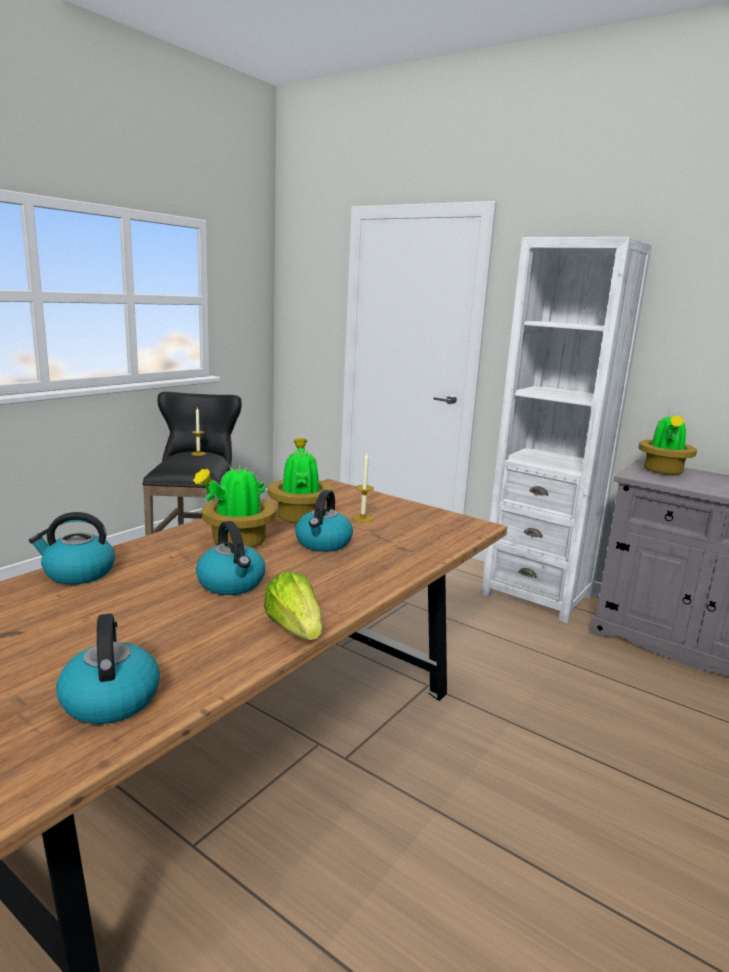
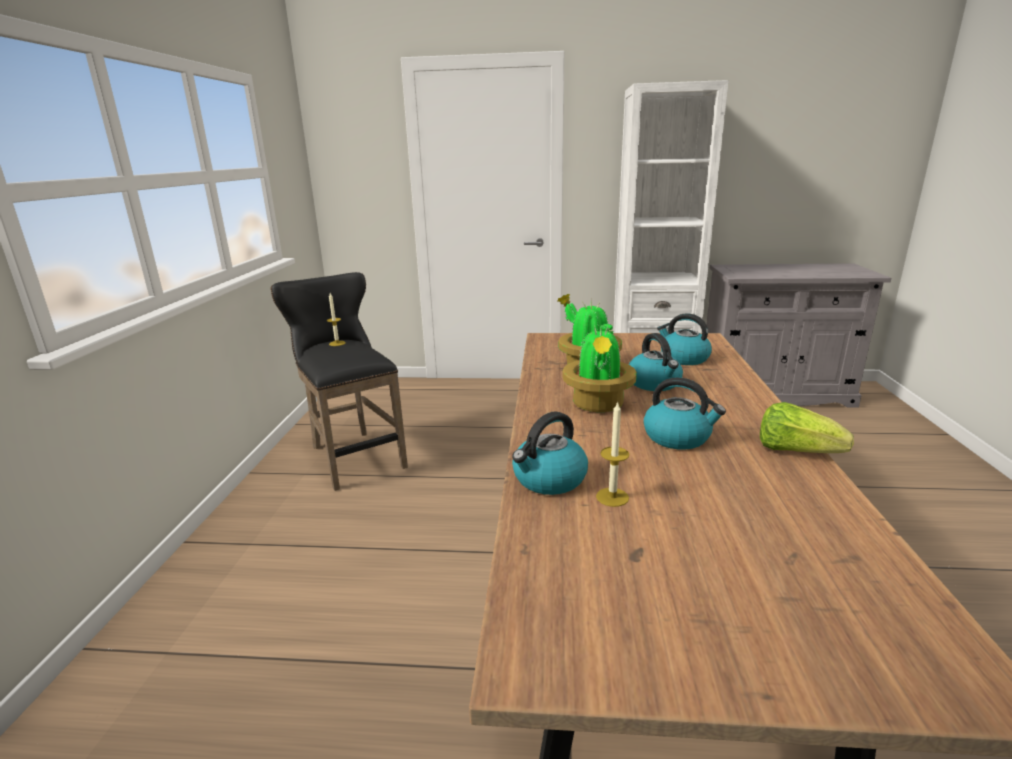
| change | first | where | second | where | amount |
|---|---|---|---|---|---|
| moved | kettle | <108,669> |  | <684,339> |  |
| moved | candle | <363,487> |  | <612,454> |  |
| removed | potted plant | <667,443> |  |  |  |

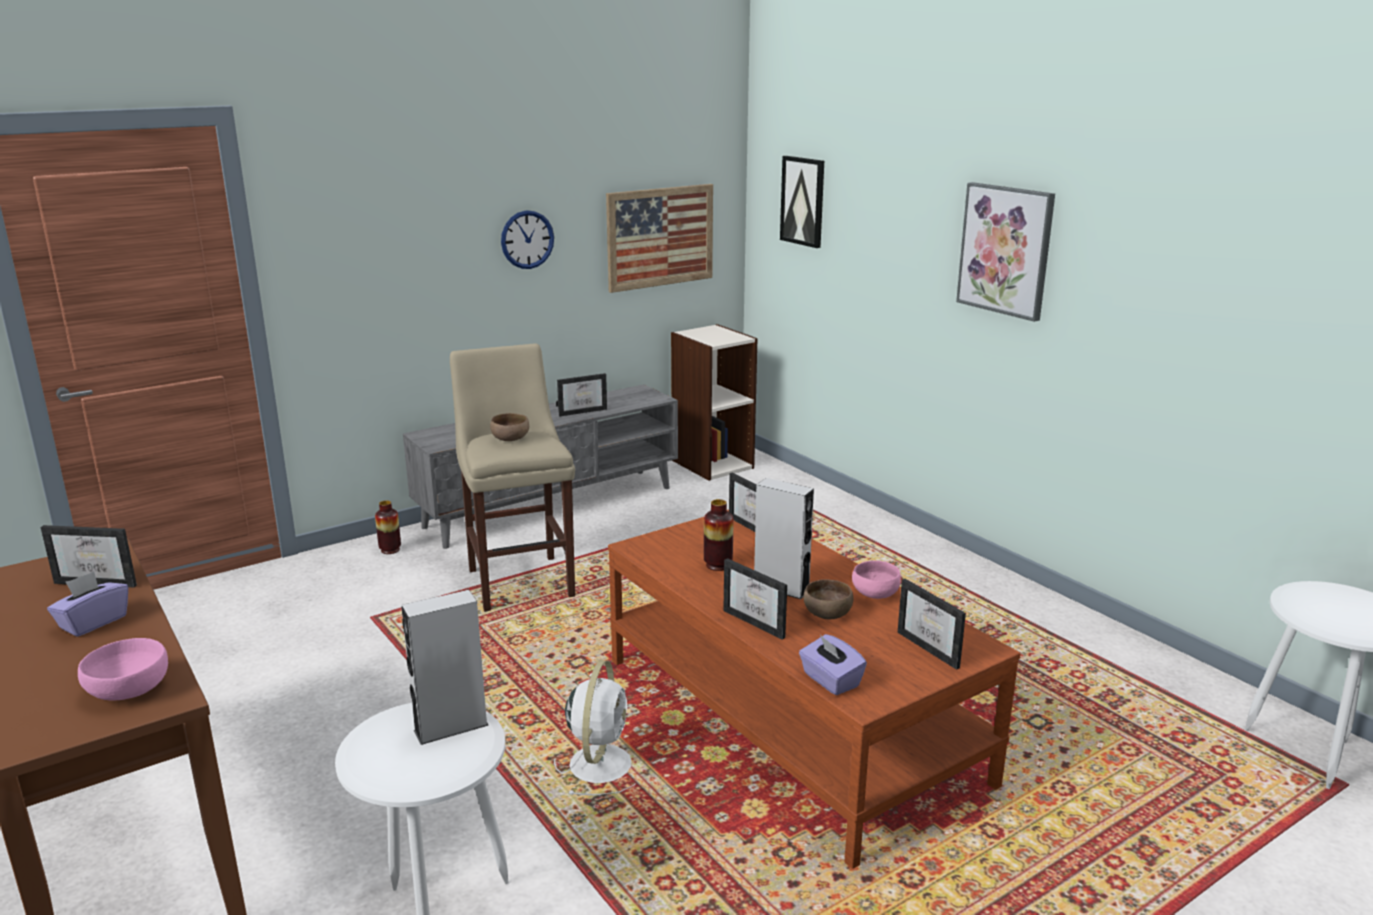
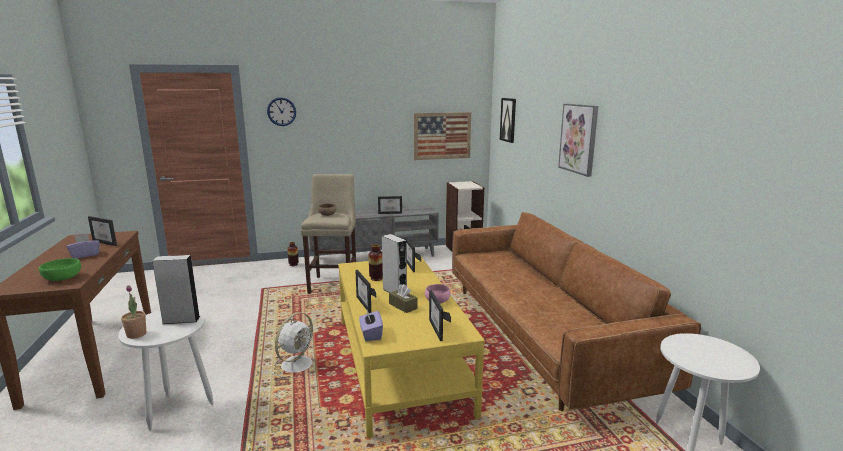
| change | first | where | second | where | amount |
|---|---|---|---|---|---|
| recoloured | bowl/pink | <123,669> | bowl/green | <60,269> |  |
| moved | wall clock | <527,239> |  | <281,111> |  |
| recoloured | coffee table/brown | <814,689> | coffee table/yellow | <411,348> |  |
| replaced | bowl/brown | <828,599> | tissue box/brown | <403,298> |  |
| added |  |  | potted plant | <133,312> |  |
| added |  |  | sofa/brown | <576,311> |  |

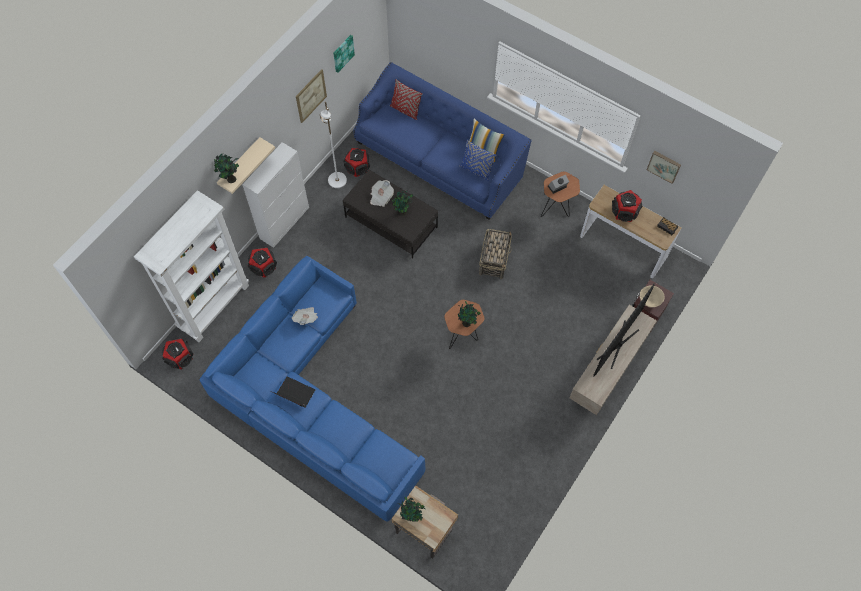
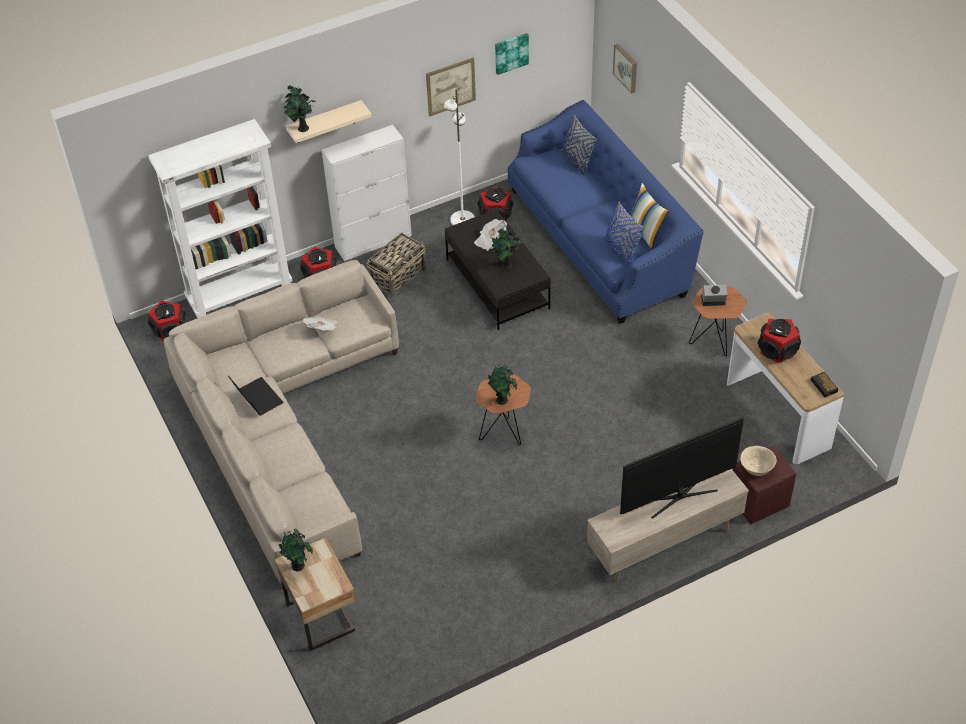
| change | first | where | second | where | amount |
|---|---|---|---|---|---|
| recoloured | sofa/blue | <312,389> | sofa/beige | <281,422> |  |
| recoloured | pillow/red | <406,99> | pillow/blue | <579,145> |  |
| moved | basket | <495,254> |  | <396,265> |  |
| moved | picture | <664,167> |  | <625,69> |  |

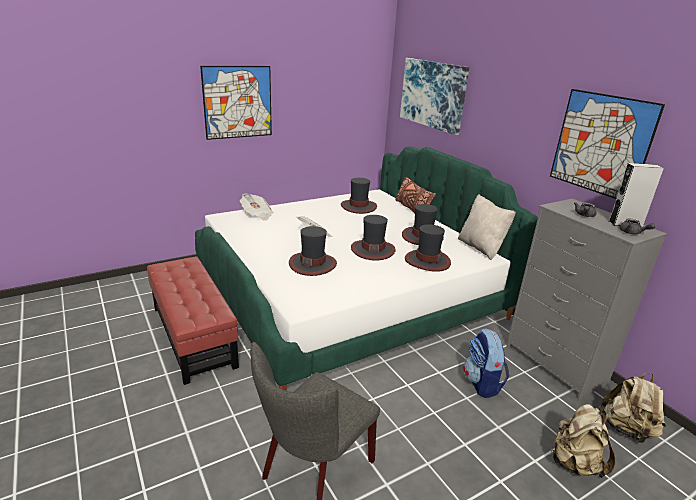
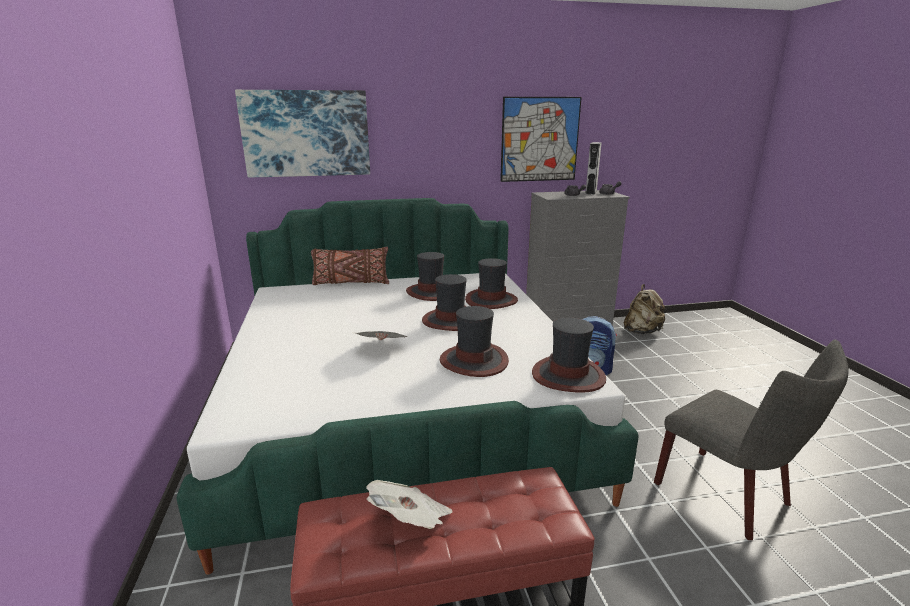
| change | first | where | second | where | amount |
|---|---|---|---|---|---|
| removed | picture | <236,103> |  |  |  |
| moved | newspaper | <257,207> |  | <409,504> |  |
| moved | hat | <359,196> |  | <569,355> |  |
| removed | pillow/beige | <487,227> |  |  |  |
| removed | backpack/beige | <582,441> |  |  |  |

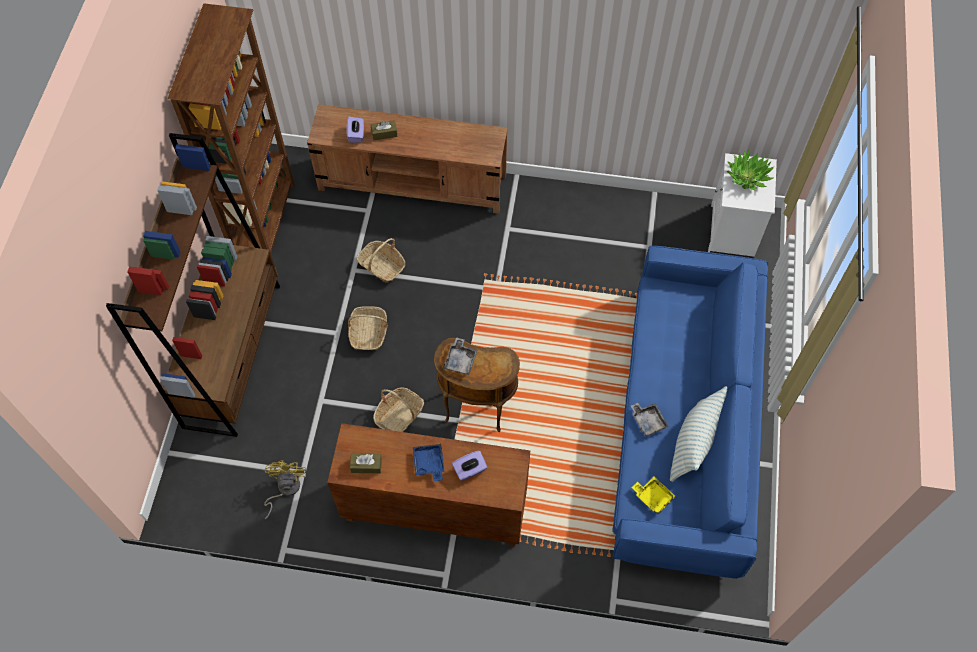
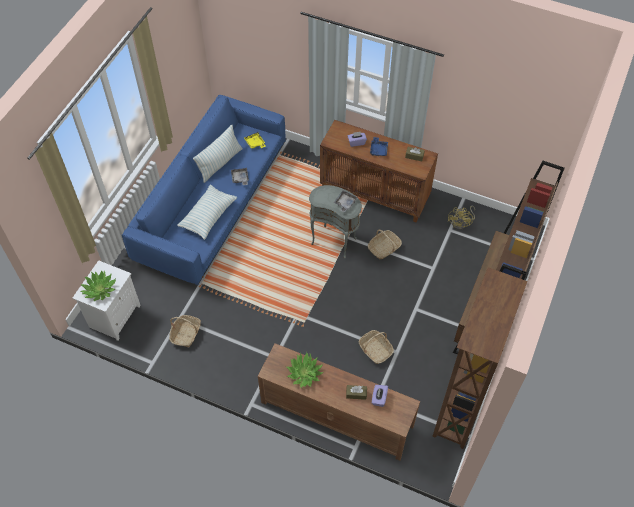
| change | first | where | second | where | amount |
|---|---|---|---|---|---|
| moved | basket | <368,328> |  | <185,331> |  |
| recoloured | side table/brown | <477,385> | side table/grey | <335,222> |  |
| added |  |  | pillow | <207,212> |  |
| added |  |  | potted plant | <305,370> |  |

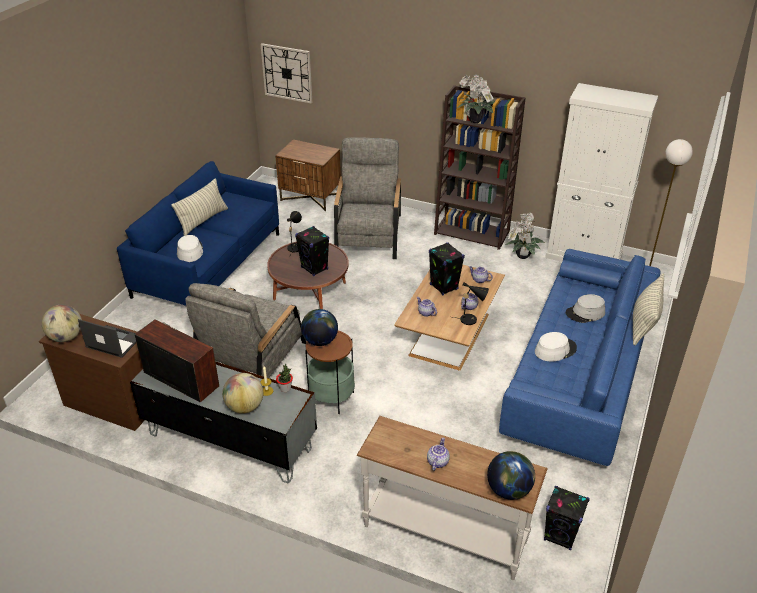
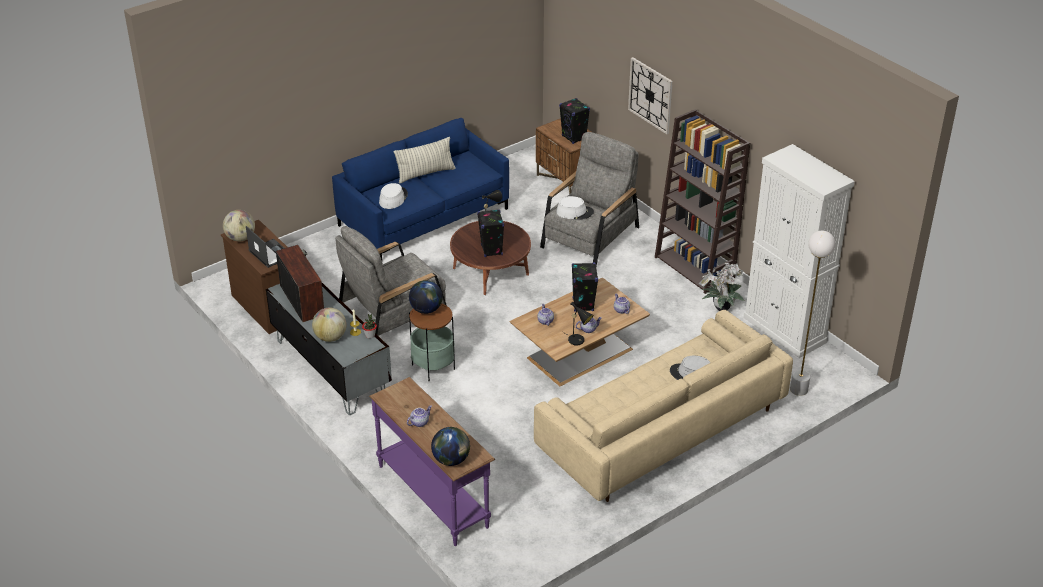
| change | first | where | second | where | amount |
|---|---|---|---|---|---|
| moved | wall clock | <286,73> |  | <650,95> |  |
| recoloured | console table/white | <452,498> | console table/purple | <432,461> |  |
| removed | potted plant | <476,99> |  |  |  |
| recoloured | sofa/blue | <580,357> | sofa/beige | <663,406> |  |
| moved | hat/white | <556,346> |  | <575,208> |  |
| moved | speaker/black | <567,518> |  | <574,121> |  |
| removed | pillow | <648,309> |  |  |  |

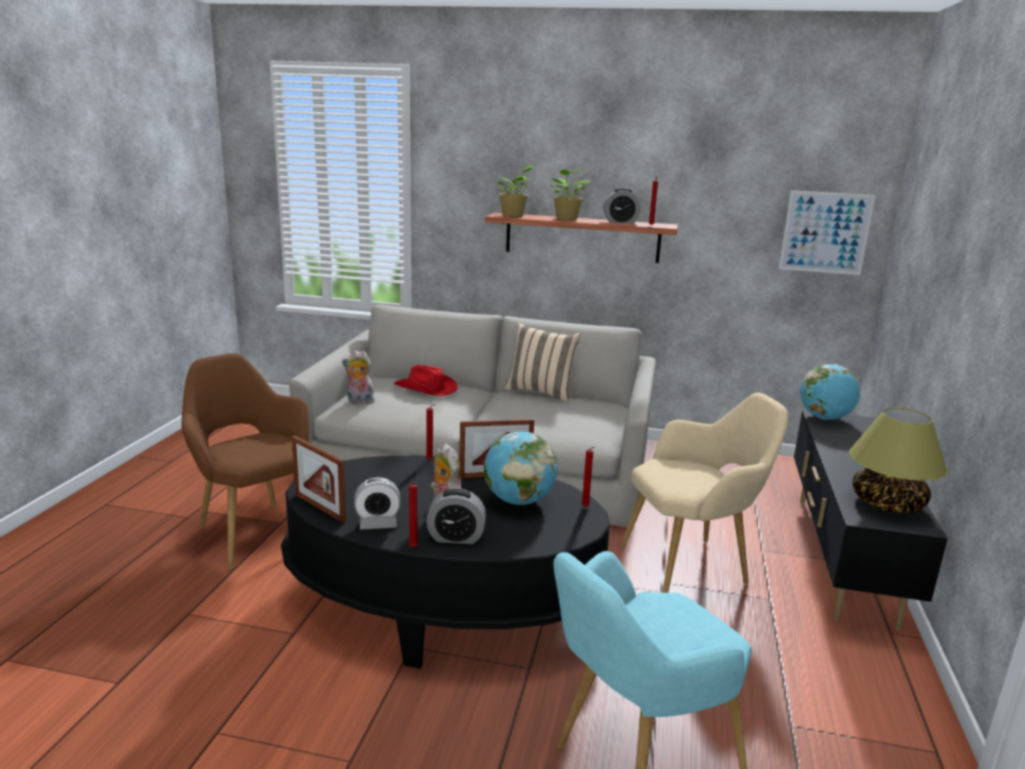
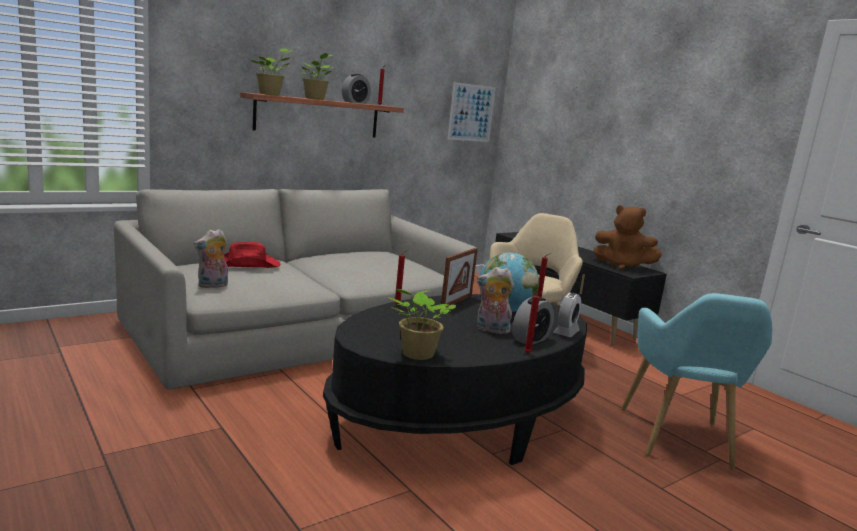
| change | first | where | second | where | amount |
|---|---|---|---|---|---|
| removed | armchair/brown | <245,461> |  |  |  |
| replaced | picture frame | <319,479> | potted plant | <421,324> |  |
| moved | alarm clock | <377,503> |  | <567,315> |  |
| removed | pillow/beige | <543,362> |  |  |  |
| removed | globe | <830,392> |  |  |  |
| replaced | table lamp | <898,460> | plush toy/brown | <627,237> |  |

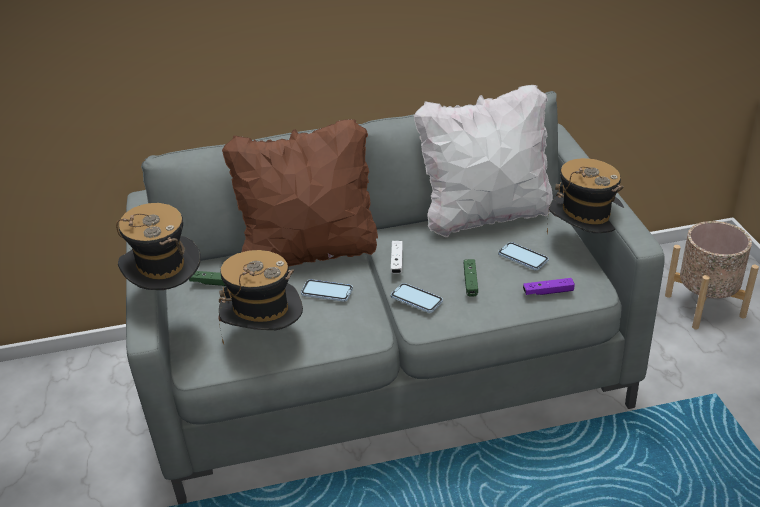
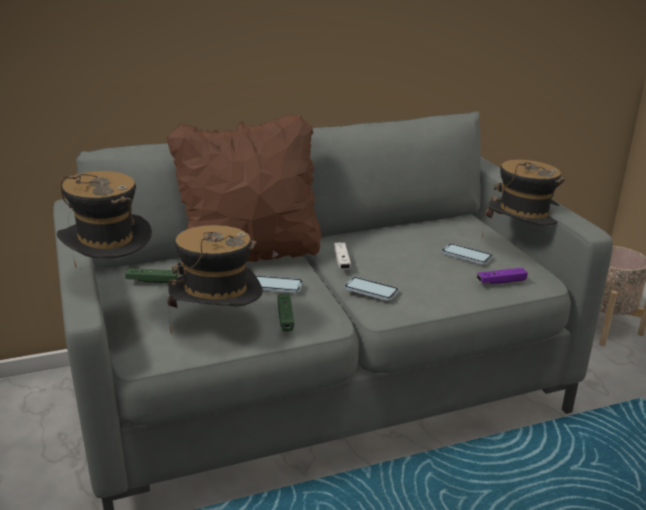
| change | first | where | second | where | amount |
|---|---|---|---|---|---|
| removed | pillow/white | <483,161> |  |  |  |
| moved | game controller/green | <471,278> |  | <285,313> |  |

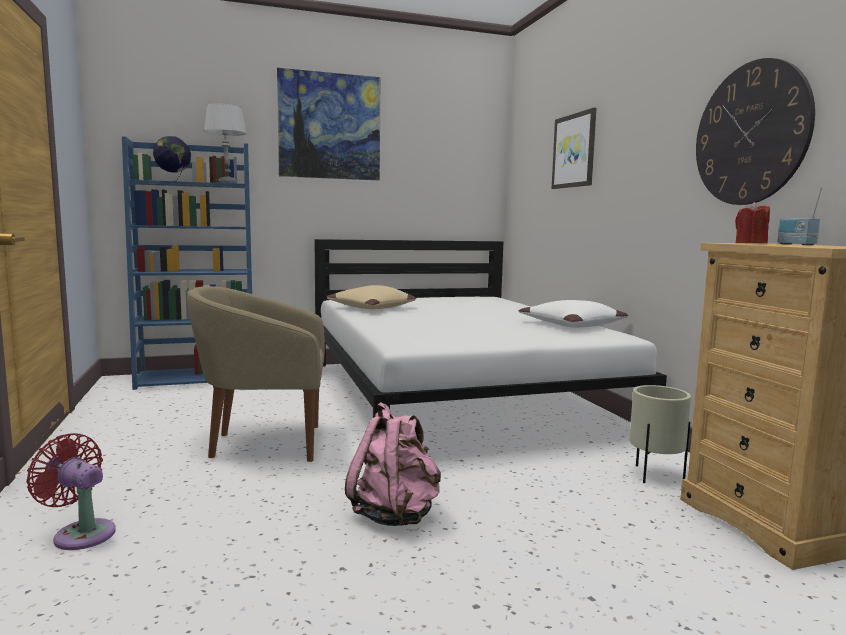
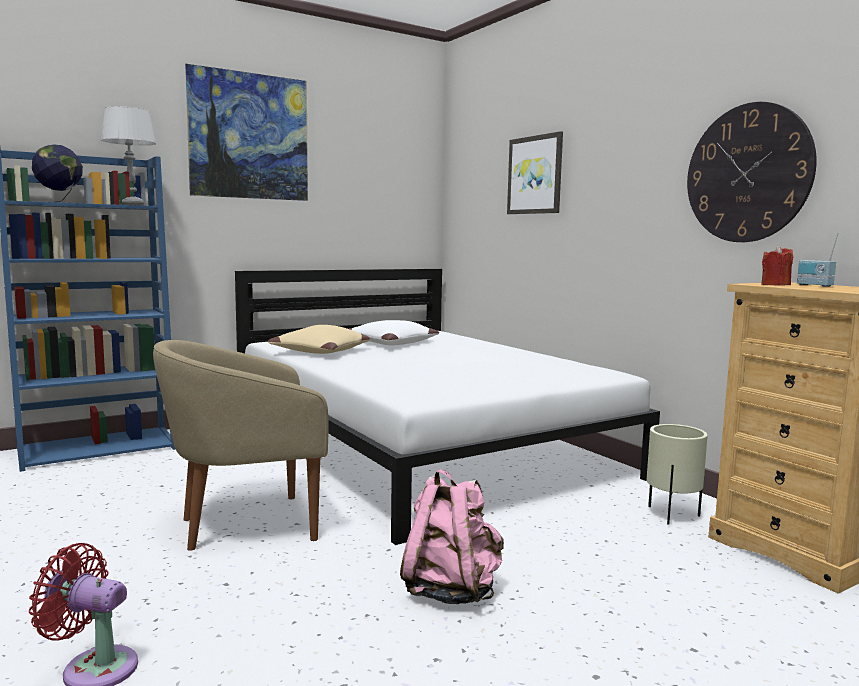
| change | first | where | second | where | amount |
|---|---|---|---|---|---|
| moved | pillow/white | <573,314> |  | <394,332> |  |

